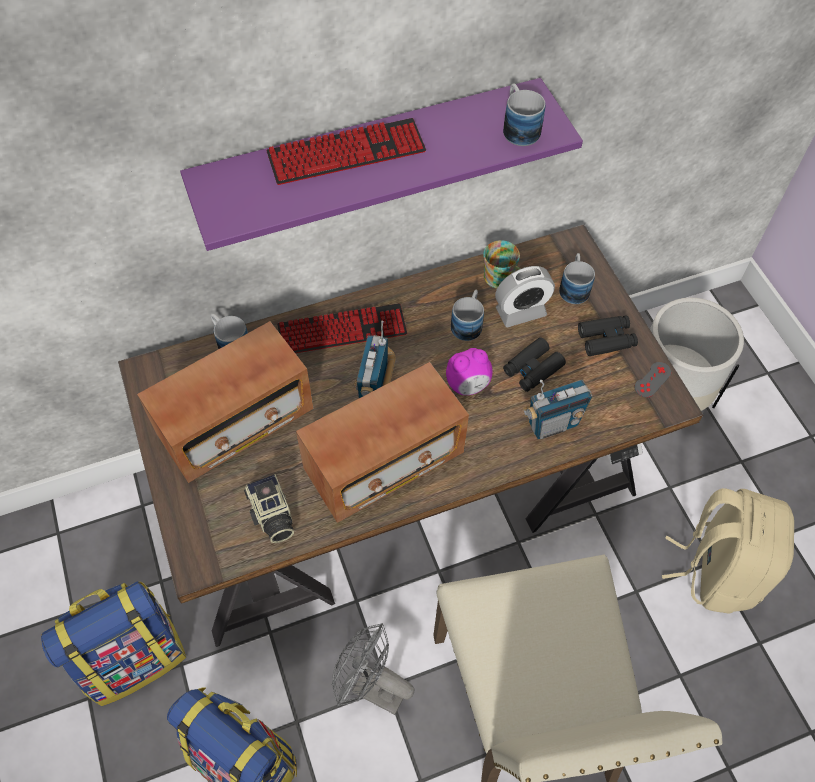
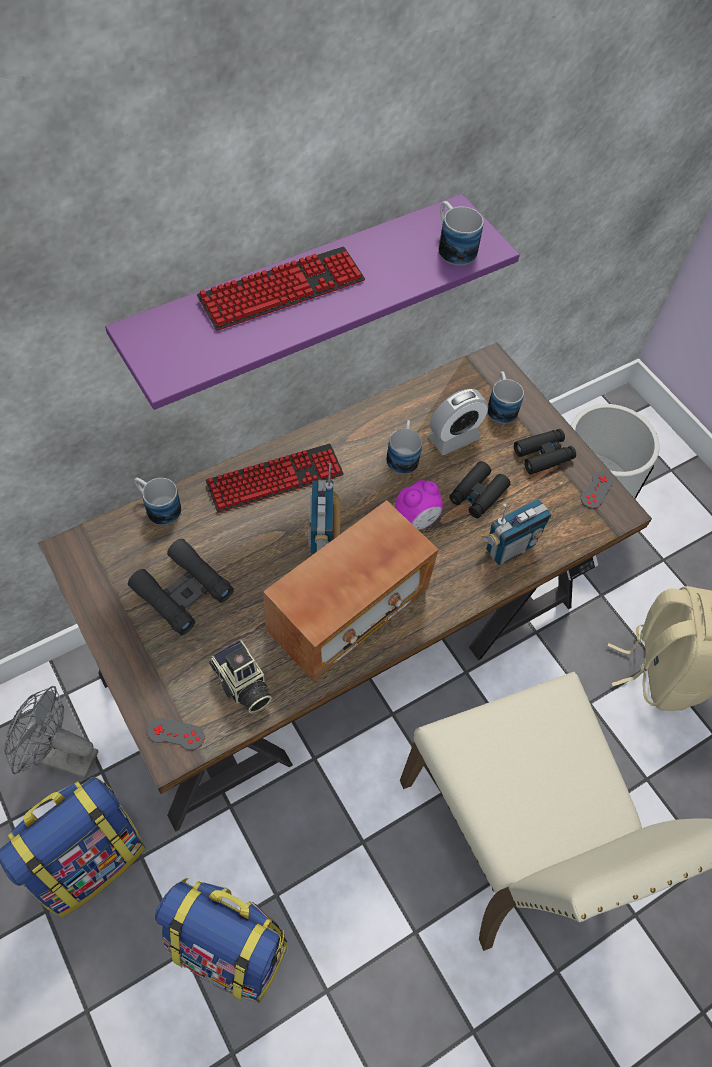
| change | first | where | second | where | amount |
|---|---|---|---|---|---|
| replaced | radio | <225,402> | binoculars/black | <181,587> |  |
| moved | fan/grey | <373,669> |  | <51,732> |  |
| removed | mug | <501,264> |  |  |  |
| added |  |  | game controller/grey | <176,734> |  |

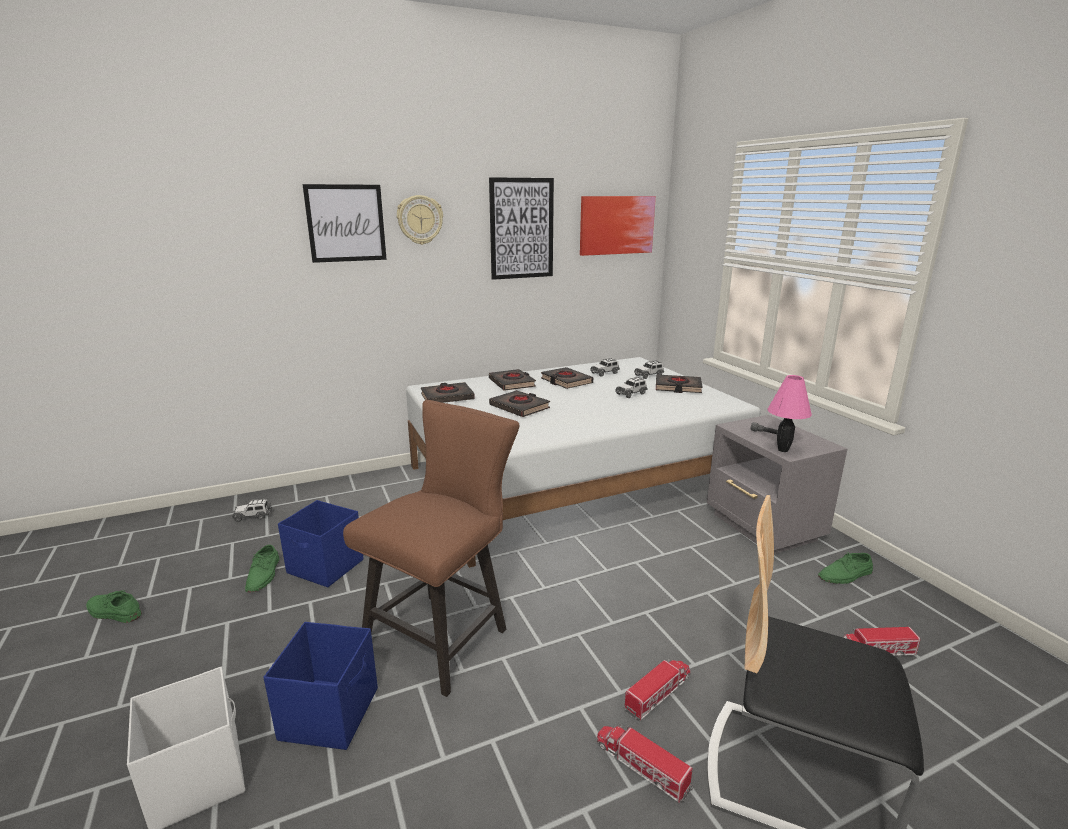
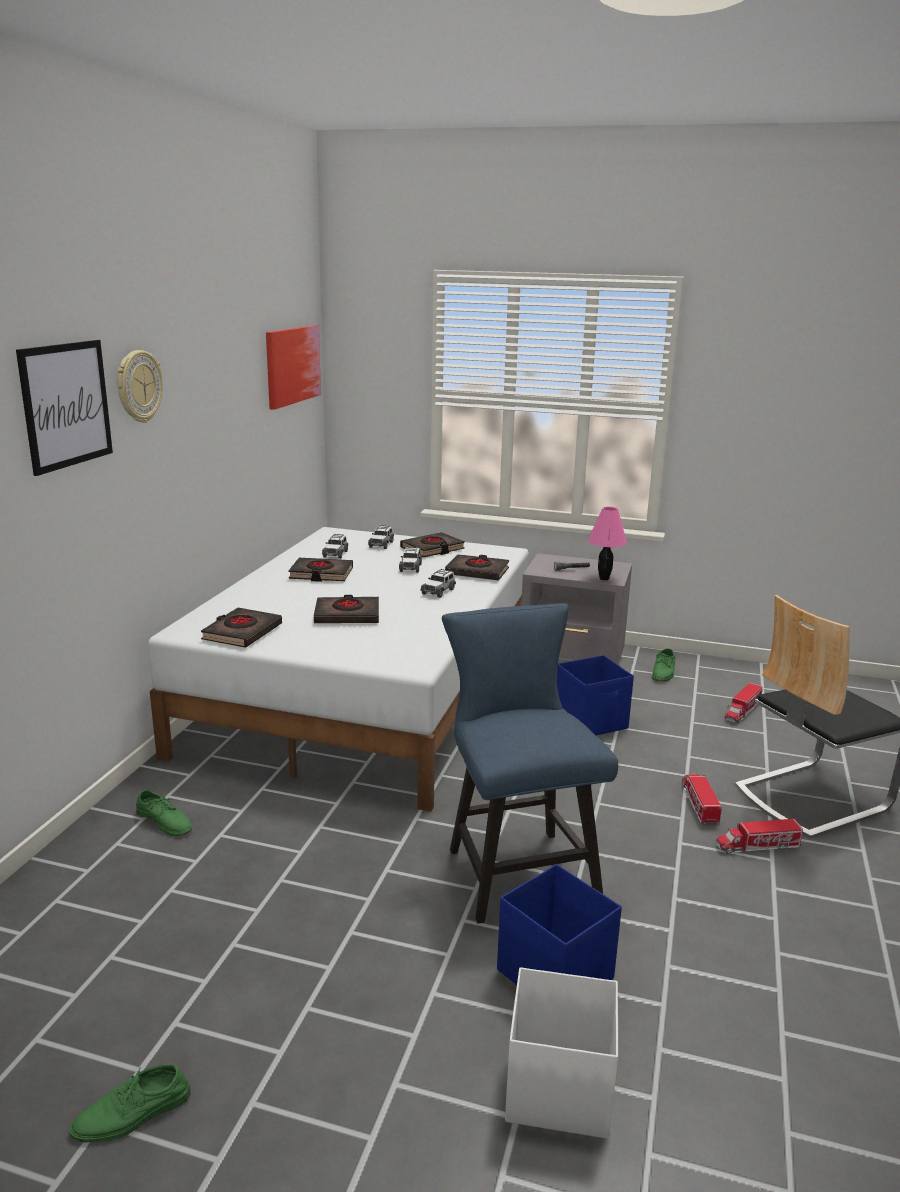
| change | first | where | second | where | amount |
|---|---|---|---|---|---|
| moved | toy car | <252,510> |  | <438,583> |  |
| moved | shoe/green | <262,568> |  | <164,813> |  |
| moved | storage box/blue | <321,543> |  | <595,695> |  |
| recoloured | chair/brown | <431,548> | chair/blue | <530,763> |  |
| removed | picture | <521,228> |  |  |  |
| moved | book/black | <512,380> |  | <477,567> |  |

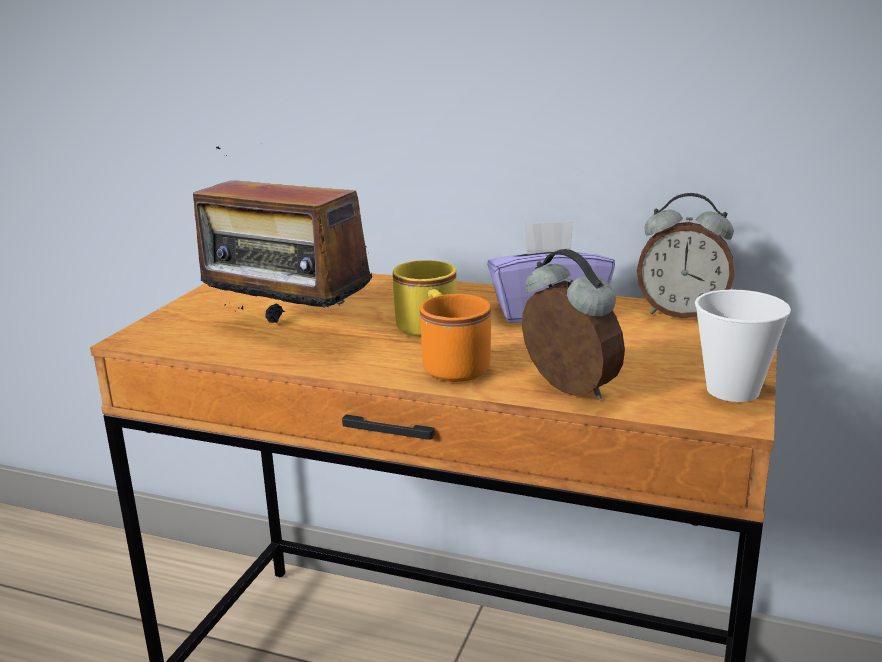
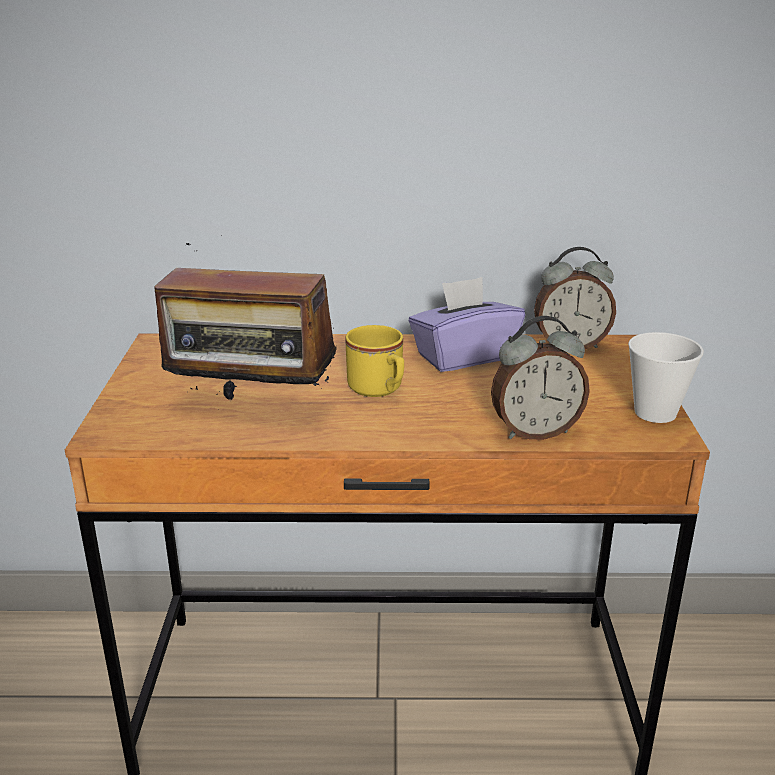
| change | first | where | second | where | amount |
|---|---|---|---|---|---|
| removed | mug/orange | <455,338> |  |  |  |
| turned | alarm clock | <573,324> |  | <540,378> | 135 degrees clockwise |

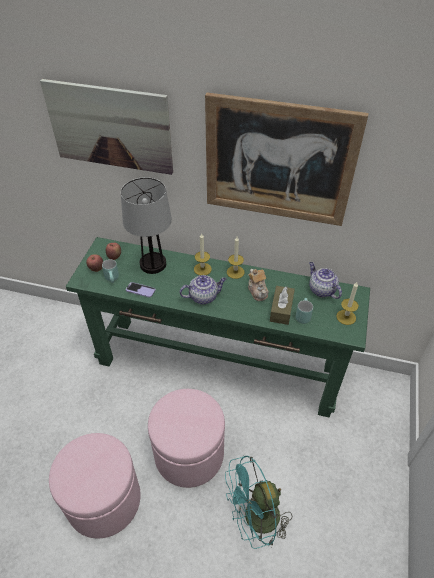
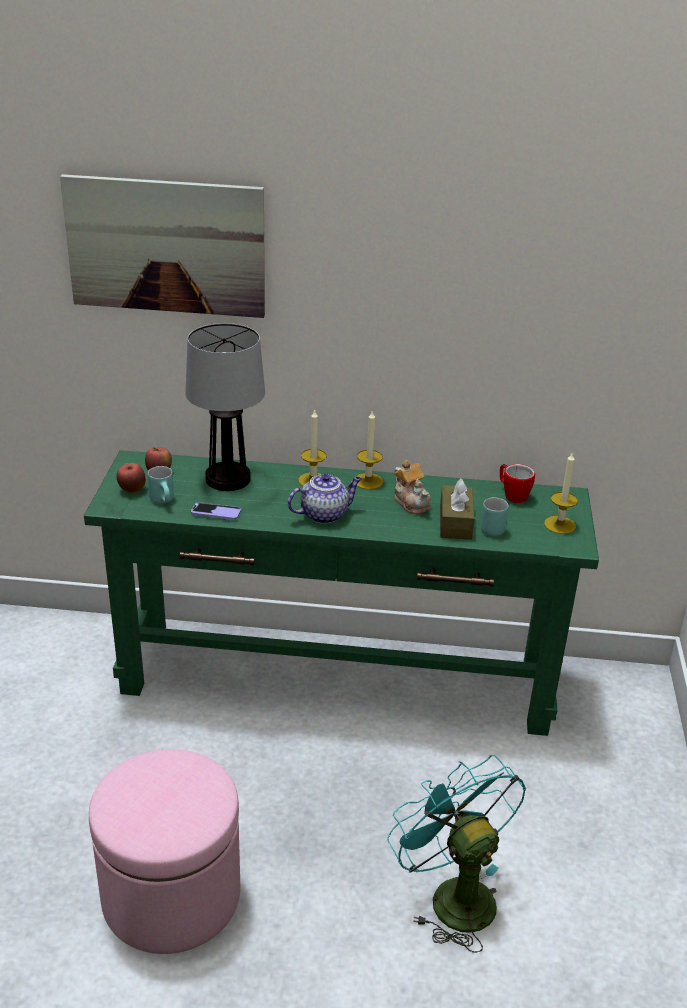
| change | first | where | second | where | amount |
|---|---|---|---|---|---|
| removed | ottoman/pink | <186,438> |  |  |  |
| removed | picture | <287,159> |  |  |  |
| turned | fan/turquoise | <258,502> |  | <456,854> | 90 degrees clockwise |
| replaced | teapot | <325,280> | mug | <517,483> |  |

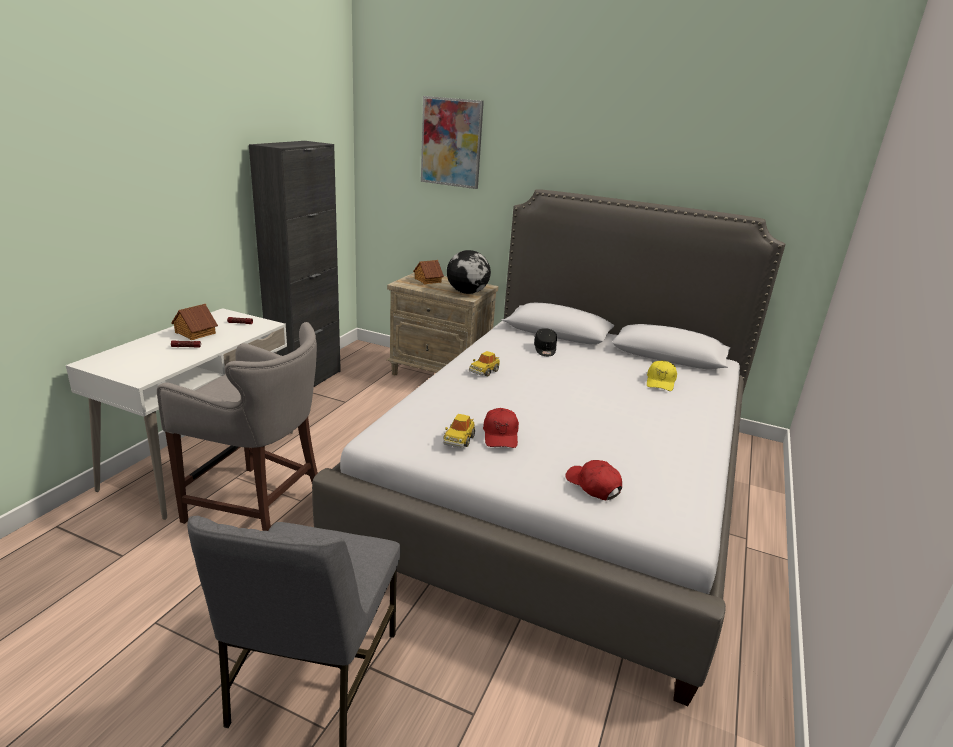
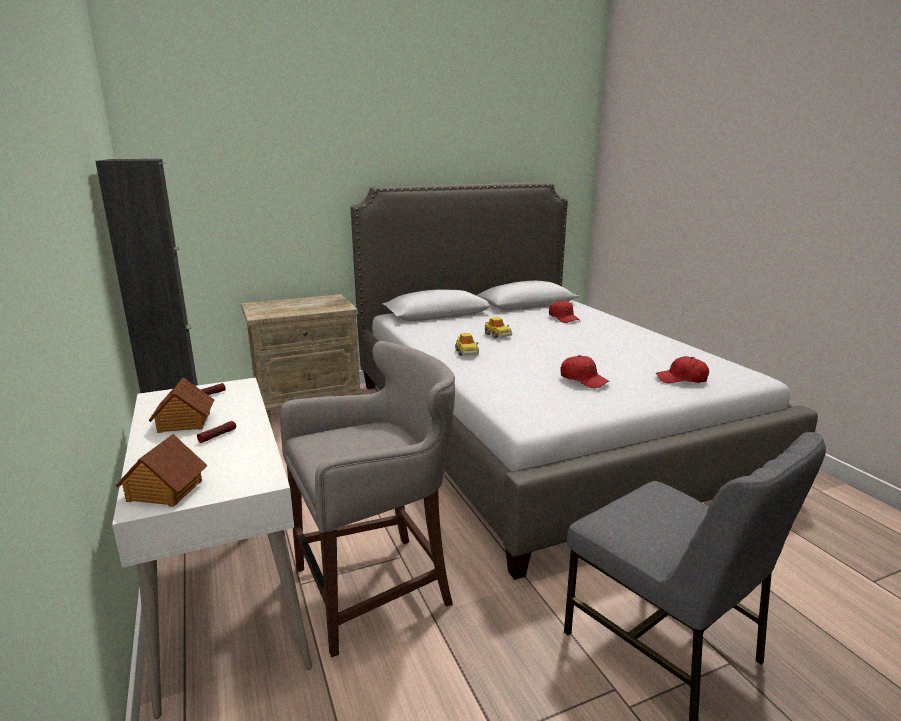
| change | first | where | second | where | amount |
|---|---|---|---|---|---|
| moved | toy house | <428,272> |  | <162,470> |  |
| removed | picture | <452,142> |  |  |  |
| moved | toy car | <459,431> |  | <498,327> |  |
| removed | globe | <469,272> |  |  |  |
| removed | cap/black | <545,342> |  |  |  |
| recoloured | cap/yellow | <662,376> | cap/red | <564,311> |  |

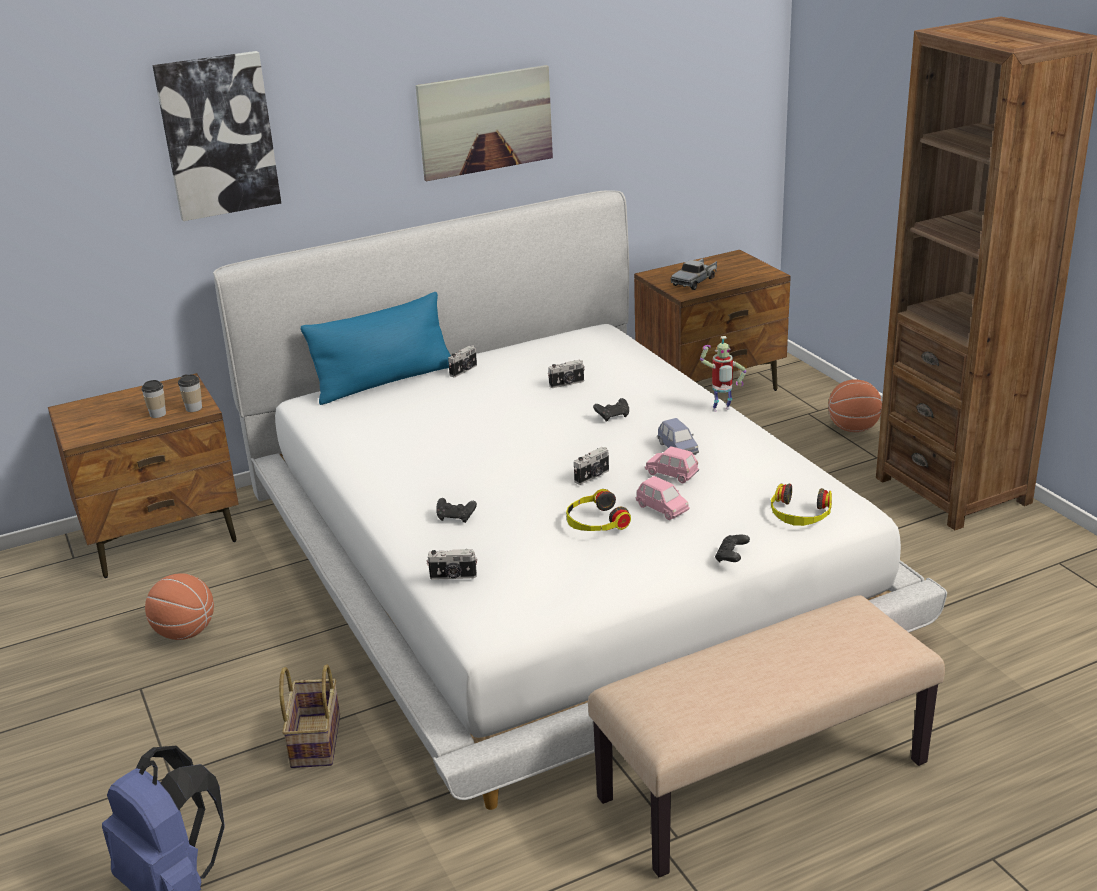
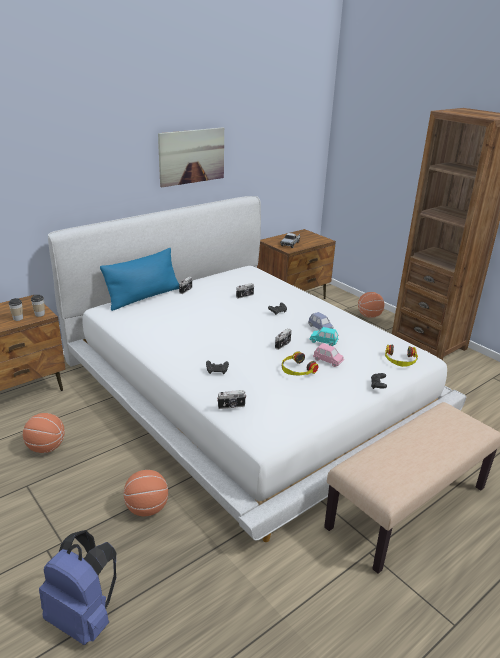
| change | first | where | second | where | amount |
|---|---|---|---|---|---|
| removed | picture | <216,136> |  |  |  |
| replaced | basket | <309,716> | basketball | <146,493> |  |
| recoloured | toy car/pink | <672,464> | toy car/turquoise | <324,336> |  |
| removed | toy robot | <723,374> |  |  |  |

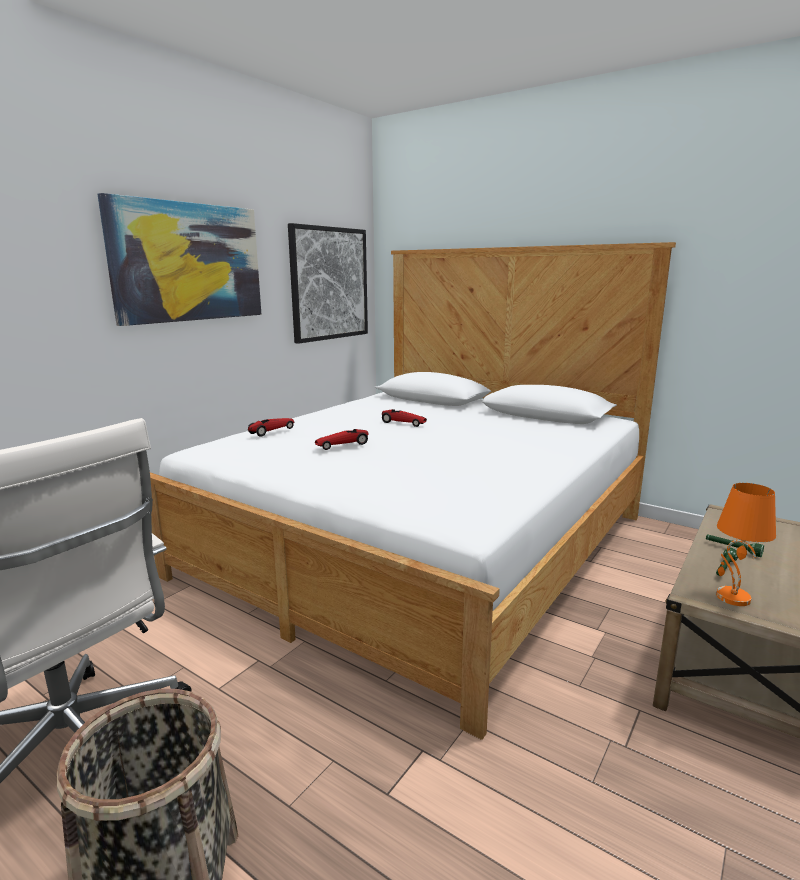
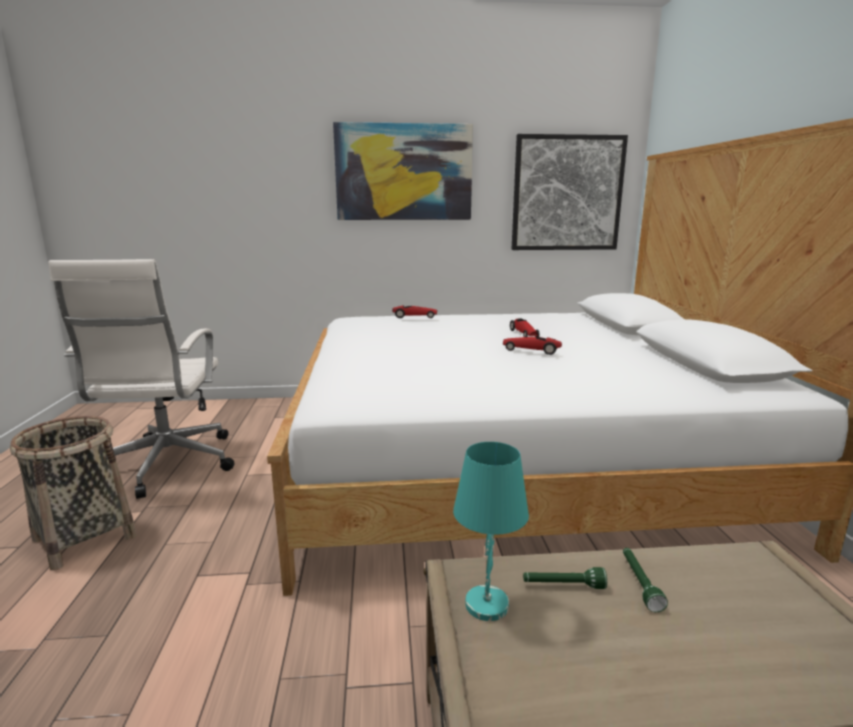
| change | first | where | second | where | amount |
|---|---|---|---|---|---|
| moved | toy car | <342,439> |  | <532,346> |  |
| recoloured | table lamp/orange | <746,544> | table lamp/turquoise | <491,531> |  |

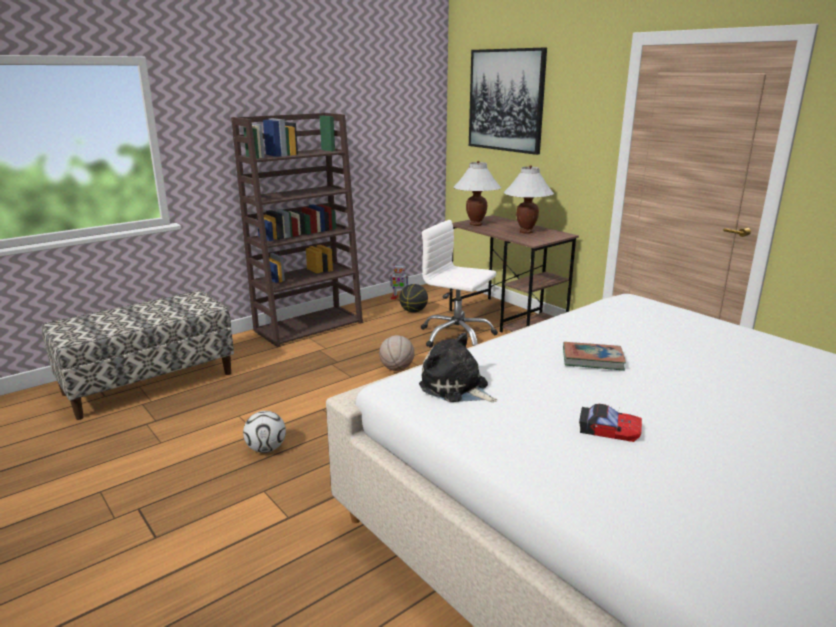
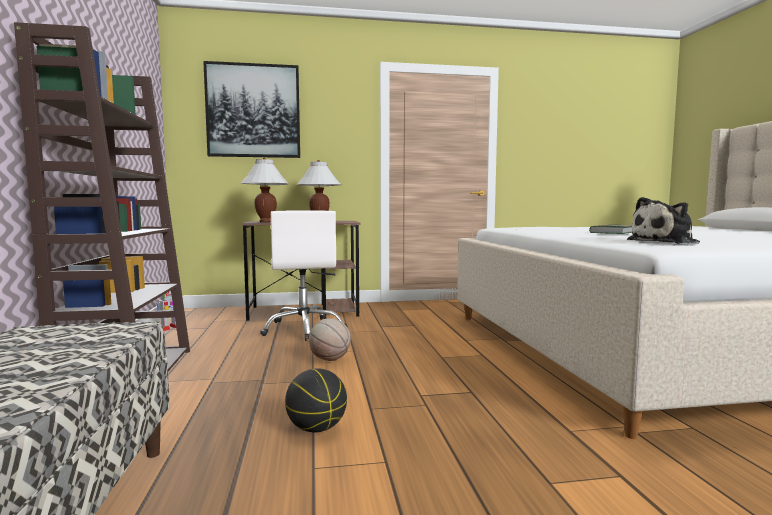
| change | first | where | second | where | amount |
|---|---|---|---|---|---|
| removed | football | <264,432> |  |  |  |
| moved | basketball | <413,298> |  | <316,400> |  |
| turned | office chair/white | <459,284> |  | <303,275> | 75 degrees counterclockwise |
| removed | toy car | <610,422> |  |  |  |

